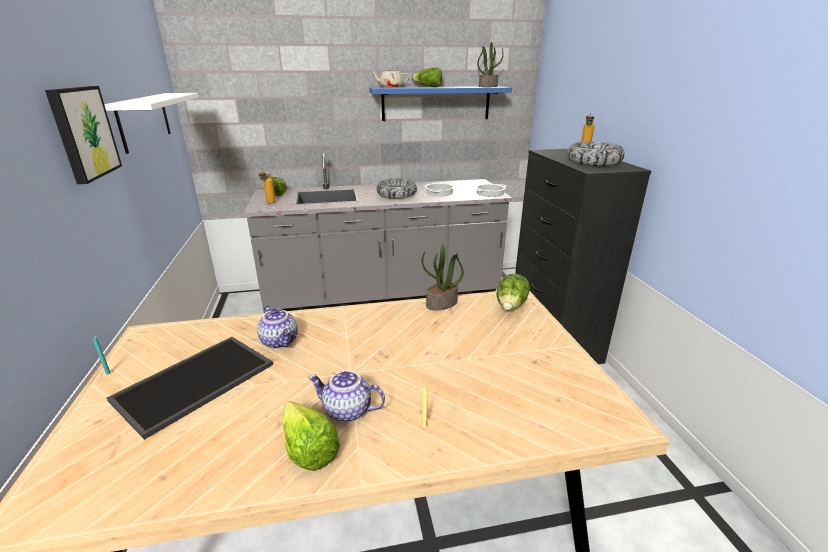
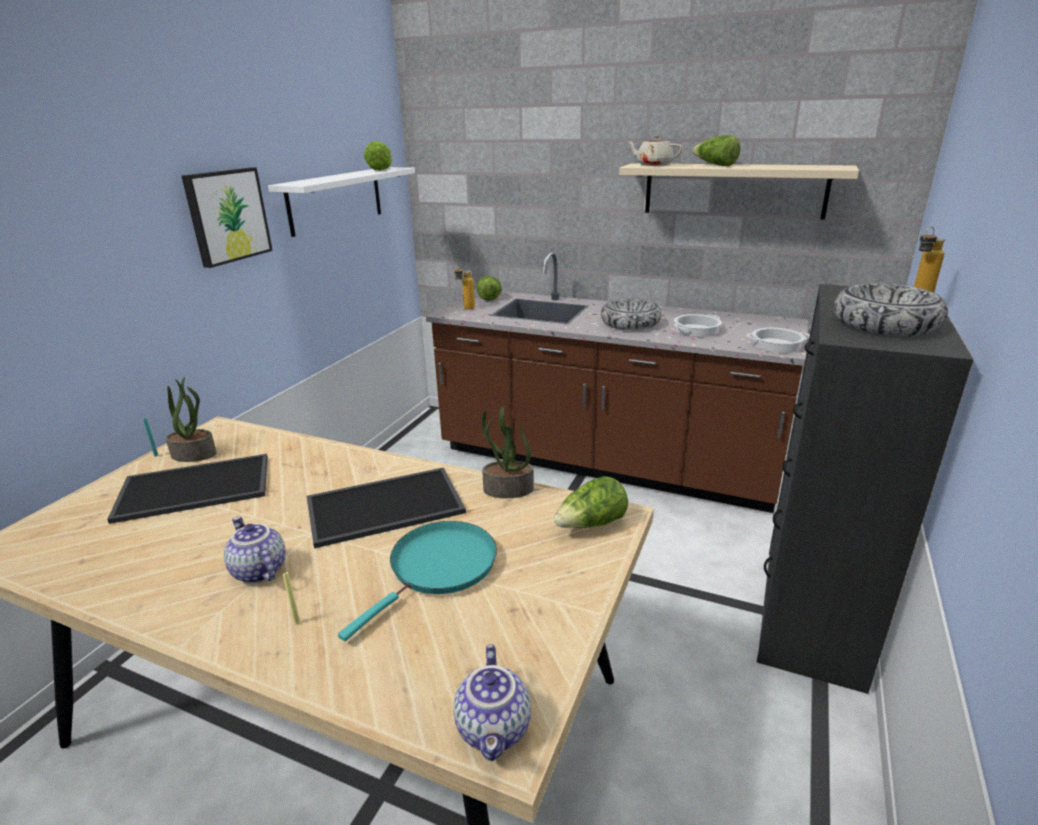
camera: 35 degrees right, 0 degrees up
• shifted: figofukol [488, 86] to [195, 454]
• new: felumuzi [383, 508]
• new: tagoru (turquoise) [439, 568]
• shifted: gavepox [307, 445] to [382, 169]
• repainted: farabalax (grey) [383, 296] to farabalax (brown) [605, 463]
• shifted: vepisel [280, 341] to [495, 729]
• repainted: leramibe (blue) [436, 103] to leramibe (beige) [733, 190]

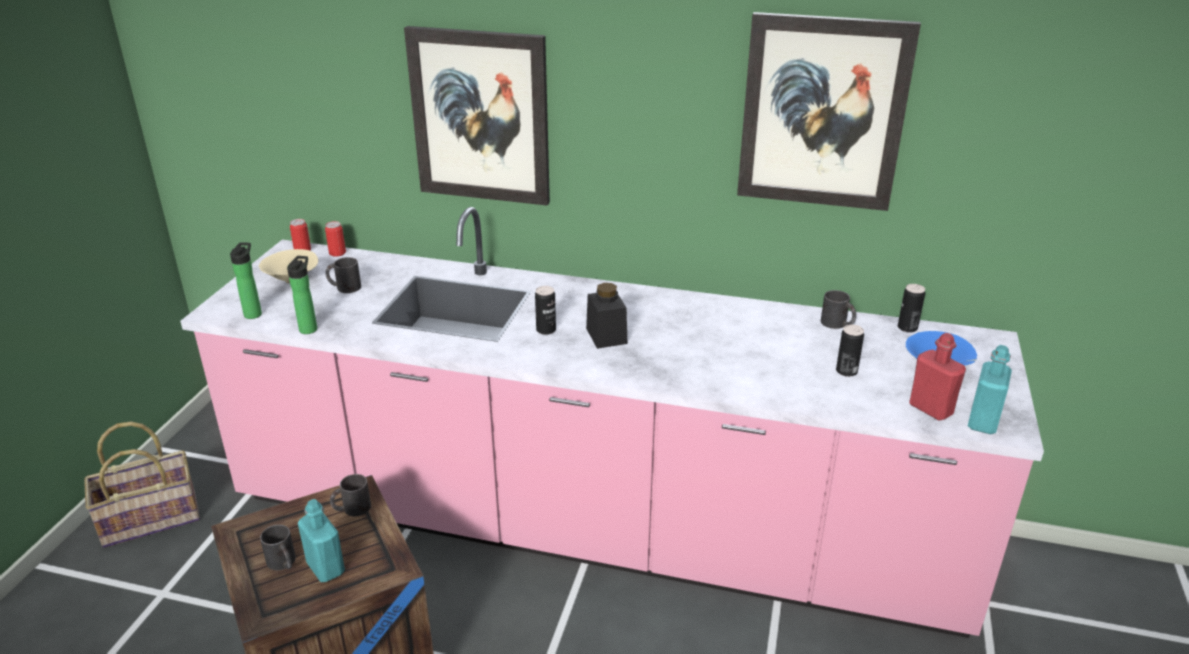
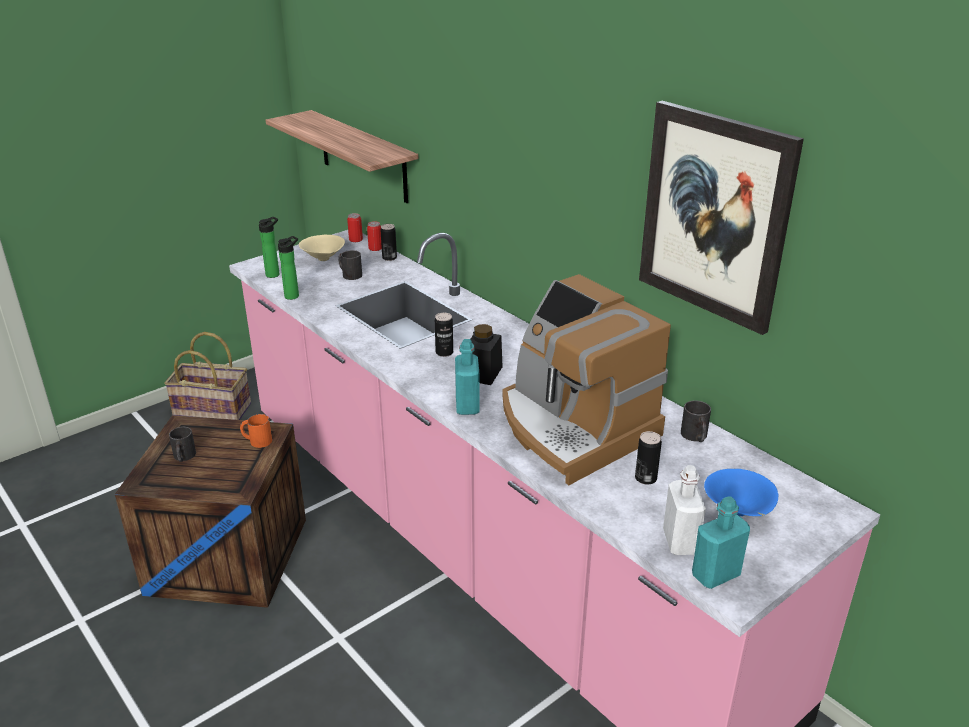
camera: 35 degrees right, 0 degrees up
• repainted: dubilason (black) [351, 509] to dubilason (orange) [256, 440]
• new: leramibe [363, 156]
• shifted: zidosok [907, 328] to [389, 258]
• shifted: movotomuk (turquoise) [326, 568] to [467, 406]
• new: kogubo [573, 427]
• repainted: movotomuk (red) [930, 409] to movotomuk (white) [680, 542]
• gone: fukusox [480, 116]

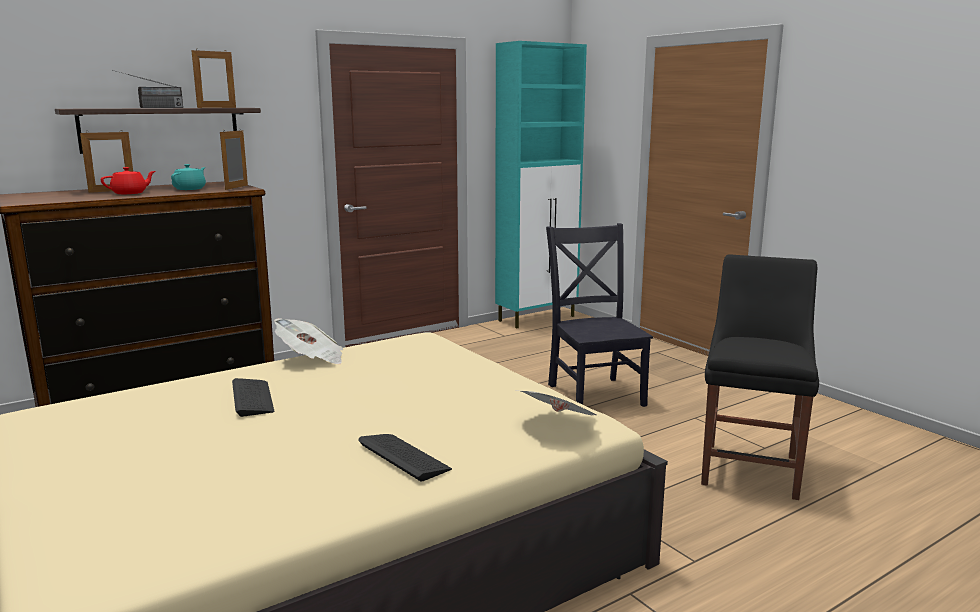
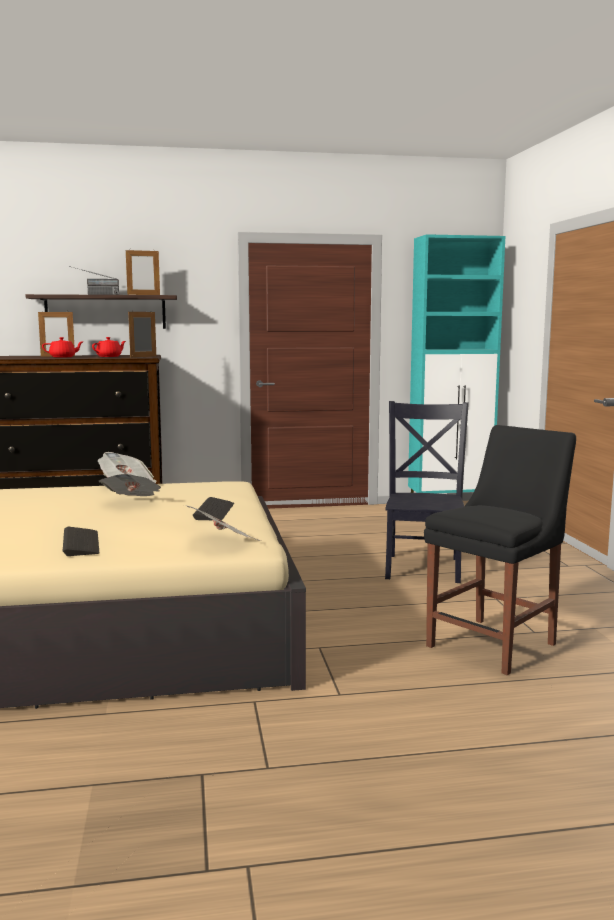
camera: 25 degrees right, 5 degrees down
• repainted: vepisel (turquoise) [190, 189] to vepisel (red) [109, 356]
• new: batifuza [133, 502]
• shifted: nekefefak [252, 398] to [214, 511]

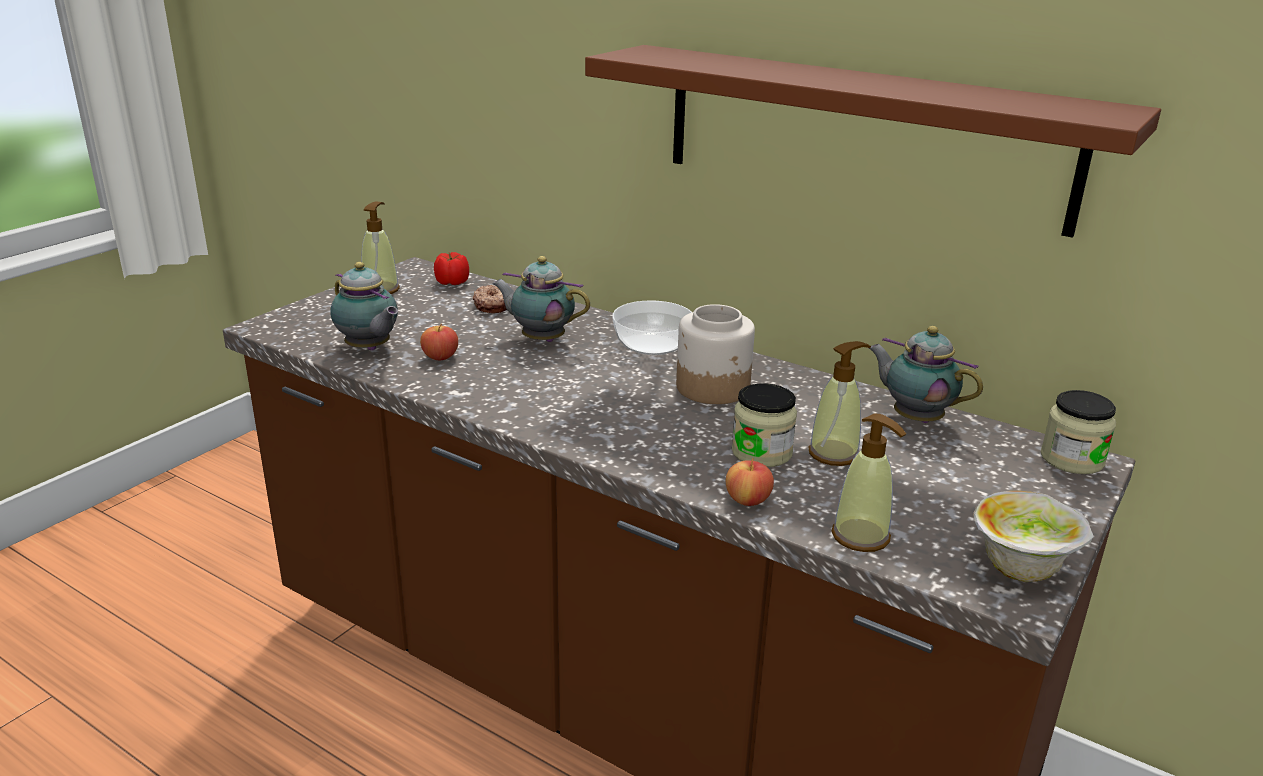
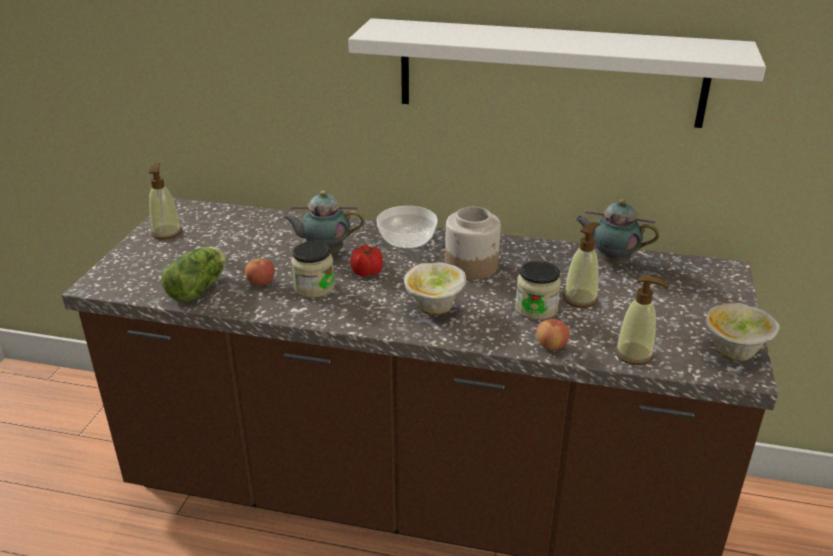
camera: 20 degrees left, 5 degrees up
• swapped: vepisel [369, 349] to gavepox [200, 287]
• shifted: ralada [1072, 459] to [314, 287]
• repainted: leramibe (brown) [861, 135] to leramibe (white) [550, 73]
• shifted: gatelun [452, 283] to [367, 272]
• new: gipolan [436, 308]
• gone: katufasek [493, 305]

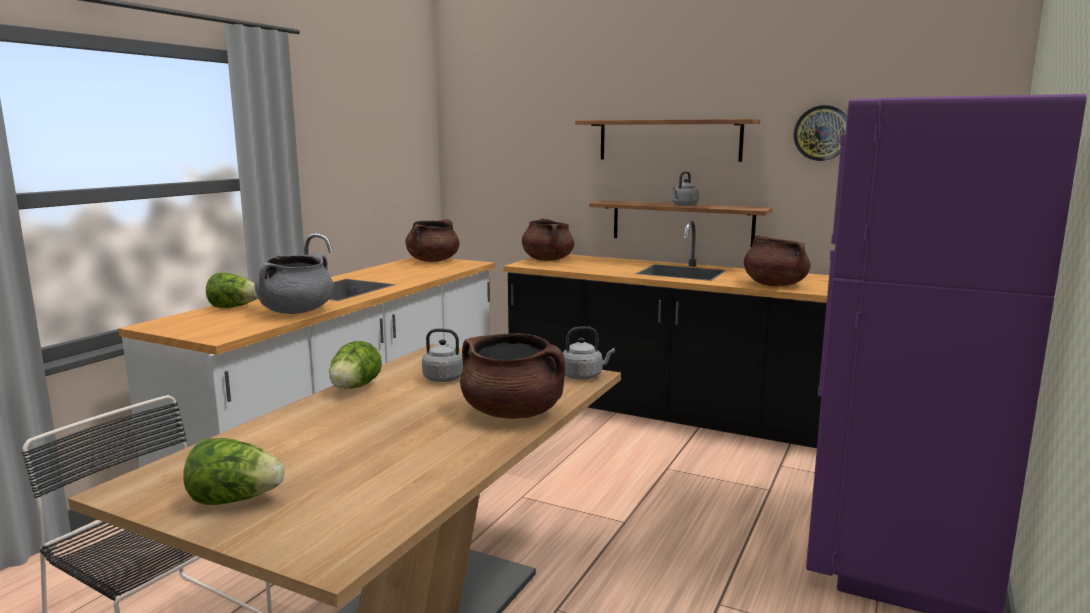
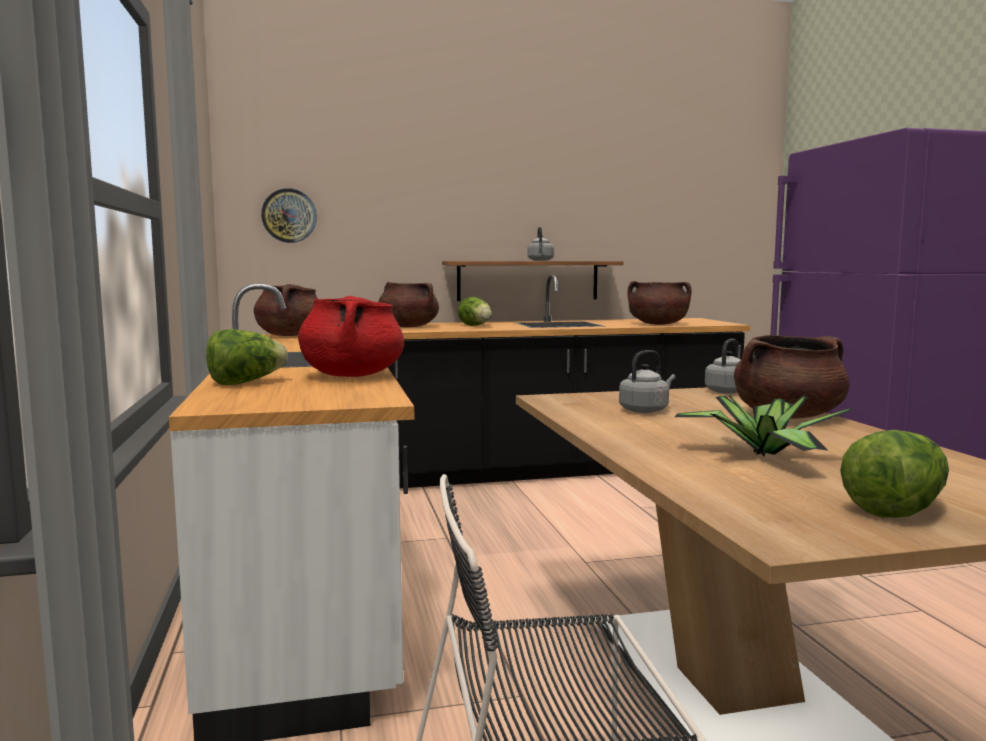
camera: 40 degrees left, 5 degrees down
• shifted: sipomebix [822, 133] to [289, 215]
• repainted: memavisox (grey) [297, 311] to memavisox (red) [352, 375]
• shifted: gavepox [354, 388] to [476, 326]
• new: figofukol [760, 453]
• gone: leramibe [669, 140]

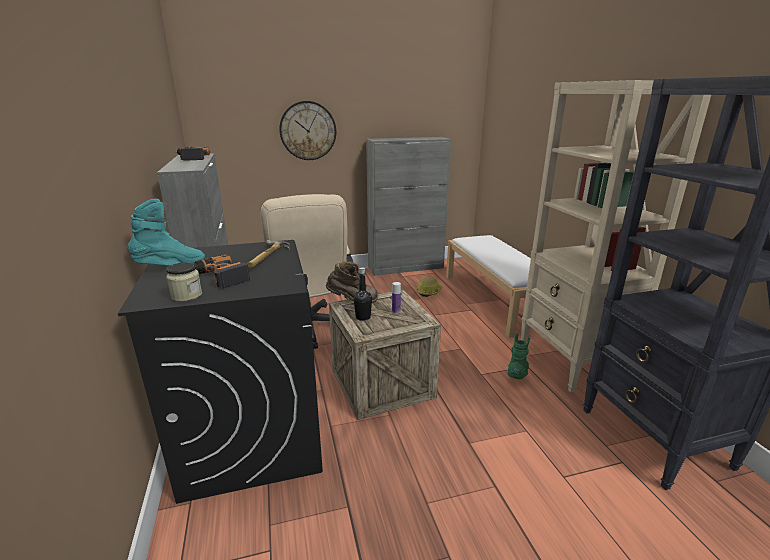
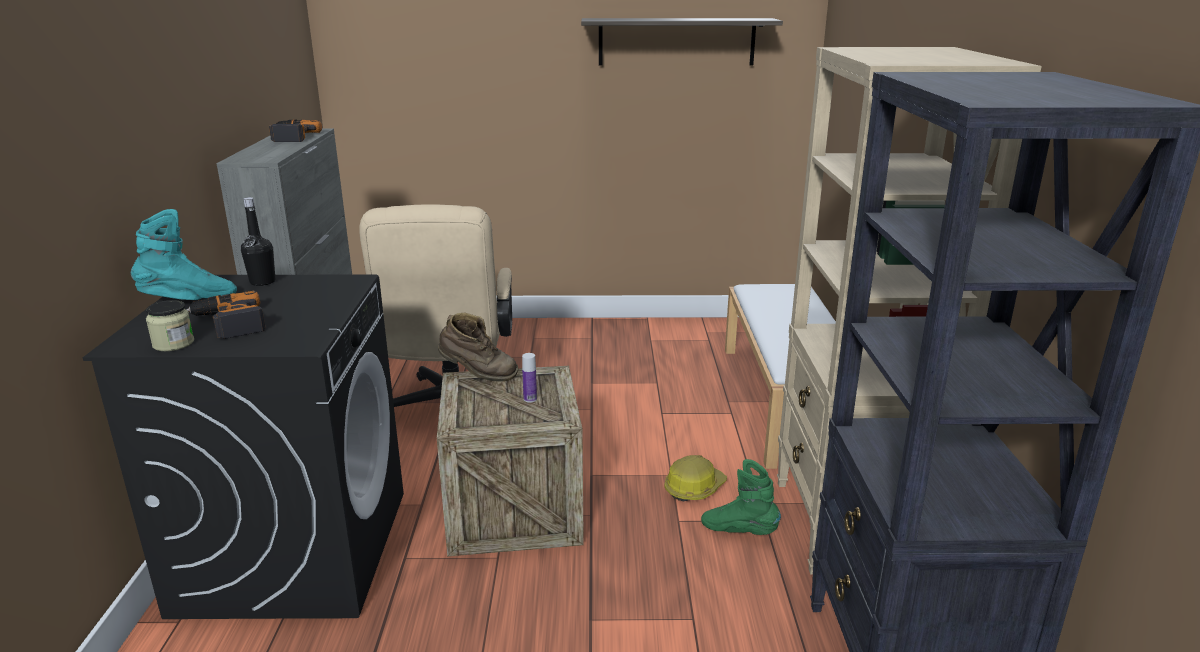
camera: 15 degrees right, 0 degrees up
• shifted: movotomuk (black) [363, 317] to [262, 282]
• new: leramibe [676, 41]
• shifted: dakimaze [429, 292] to [694, 488]
• rotated: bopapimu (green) [517, 374] = [739, 531] 105 degrees counterclockwise
• gone: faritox [270, 257]
• gone: sipomebix [308, 131]
• gone: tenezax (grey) [406, 267]

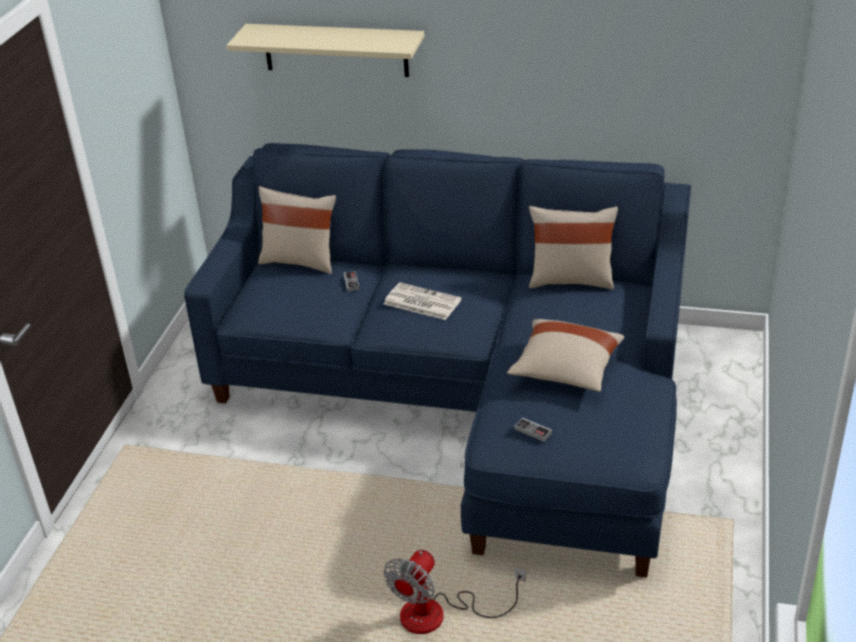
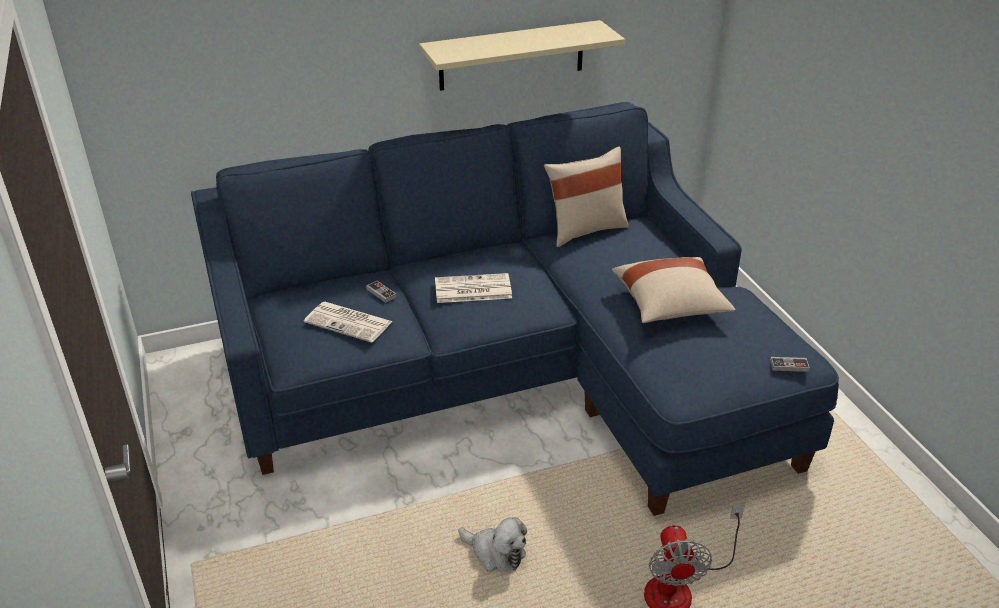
camera: 35 degrees left, 0 degrees up
• new: batifuza [349, 322]
• shifted: leramibe (beige) [335, 50] to [512, 55]
• new: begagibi [495, 553]
• shifted: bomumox [533, 431] to [789, 366]
• gone: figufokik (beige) [300, 261]

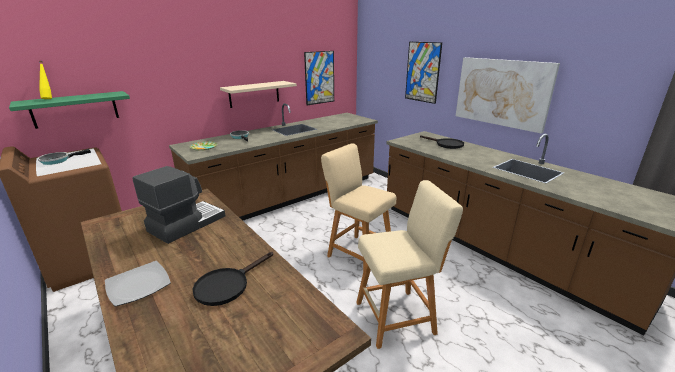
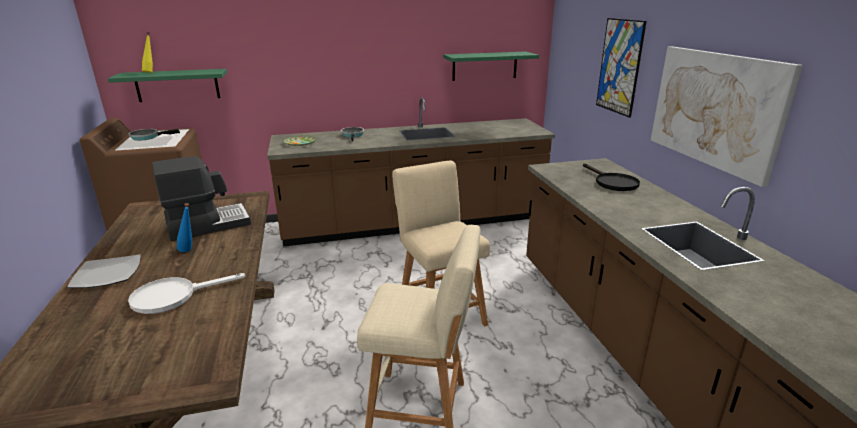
camera: 25 degrees right, 0 degrees up
• repainted: tagoru (black) [227, 285] to tagoru (white) [173, 296]
• new: movotomuk (blue) [189, 251]
• swapped: fukusox [319, 78] to leramibe (green) [484, 66]
• gone: leramibe (beige) [254, 94]

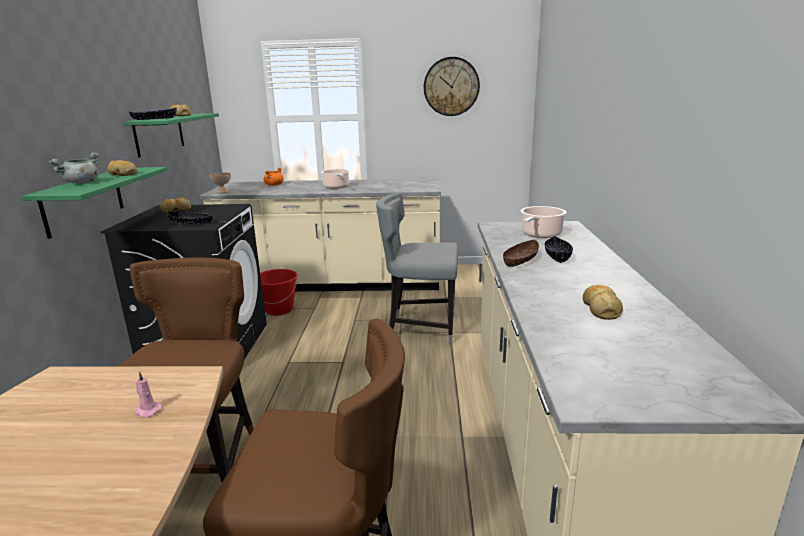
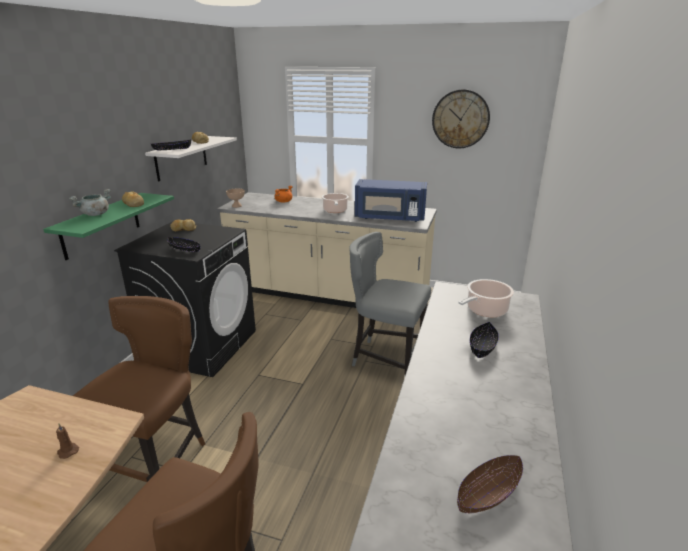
camera: 15 degrees right, 5 degrees up
• repainted: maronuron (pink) [147, 410] to maronuron (brown) [67, 451]
• repainted: leramibe (green) [159, 134] to leramibe (white) [181, 158]
• new: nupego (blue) [390, 218]
• shifted: gipolan (brown) [520, 260] to [488, 493]
• gone: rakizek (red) [279, 310]
• gone: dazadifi [601, 309]

